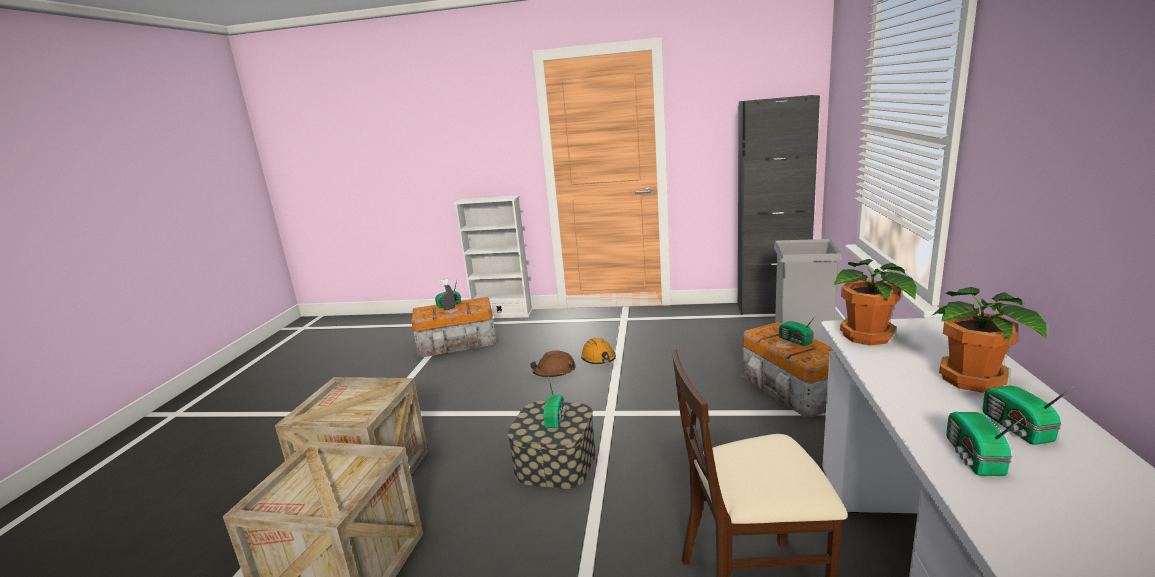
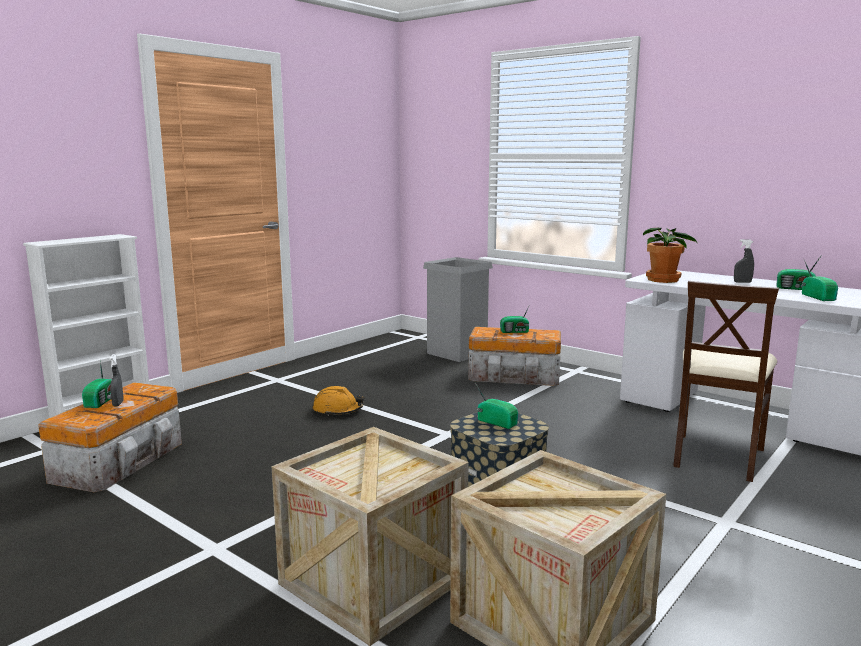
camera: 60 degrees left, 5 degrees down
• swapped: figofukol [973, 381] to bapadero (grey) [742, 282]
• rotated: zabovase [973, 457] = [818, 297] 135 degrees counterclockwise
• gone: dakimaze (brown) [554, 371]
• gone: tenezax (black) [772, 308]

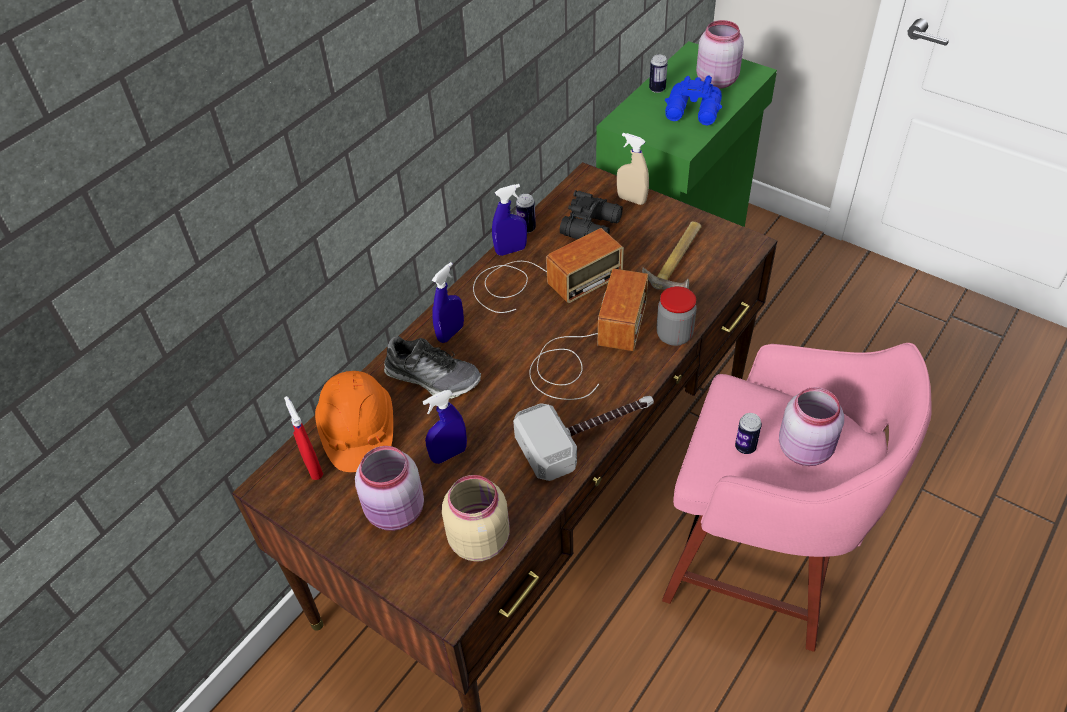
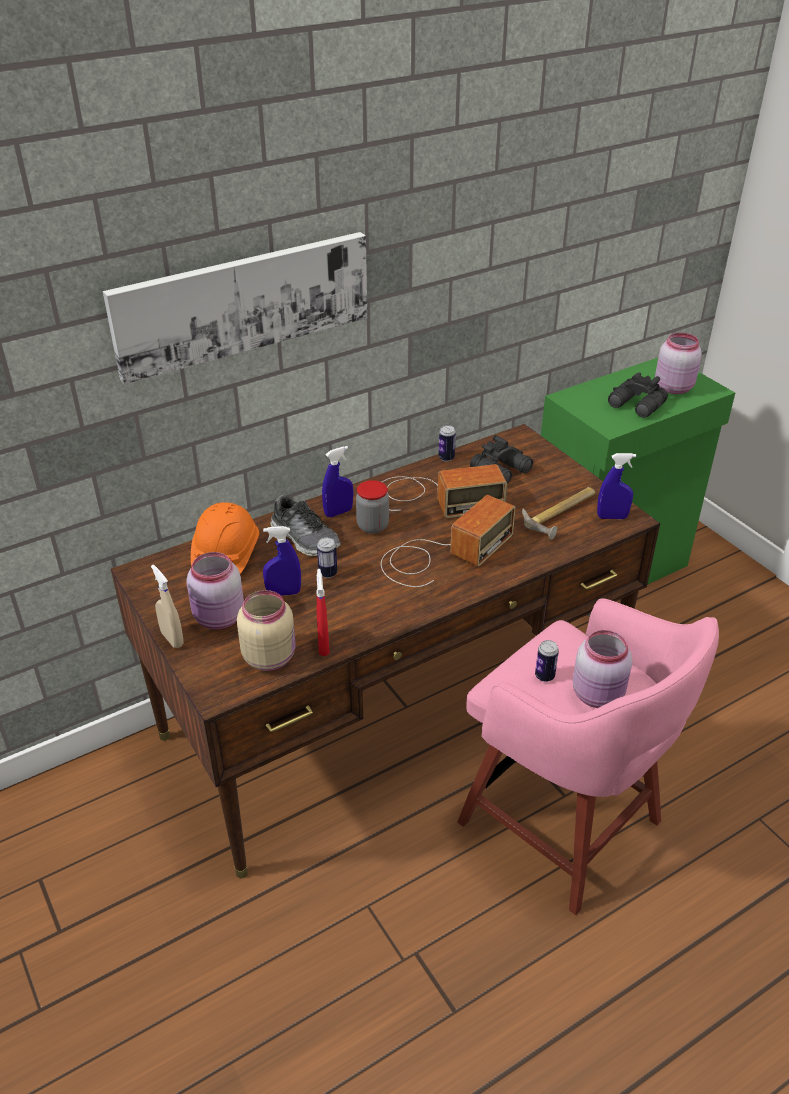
camera: 20 degrees right, 10 degrees down
• new: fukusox [243, 303]
• shifted: bapadero (beige) [631, 199] to [172, 639]
• shifted: bapadero (red) [313, 467] to [323, 645]
• shifted: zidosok [657, 89] to [328, 573]
• shifted: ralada [674, 335] to [372, 526]
• shifted: bapadero (blue) [511, 250] to [612, 517]
• repainted: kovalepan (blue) [693, 112] to kovalepan (black) [636, 406]
• gone: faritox [589, 434]

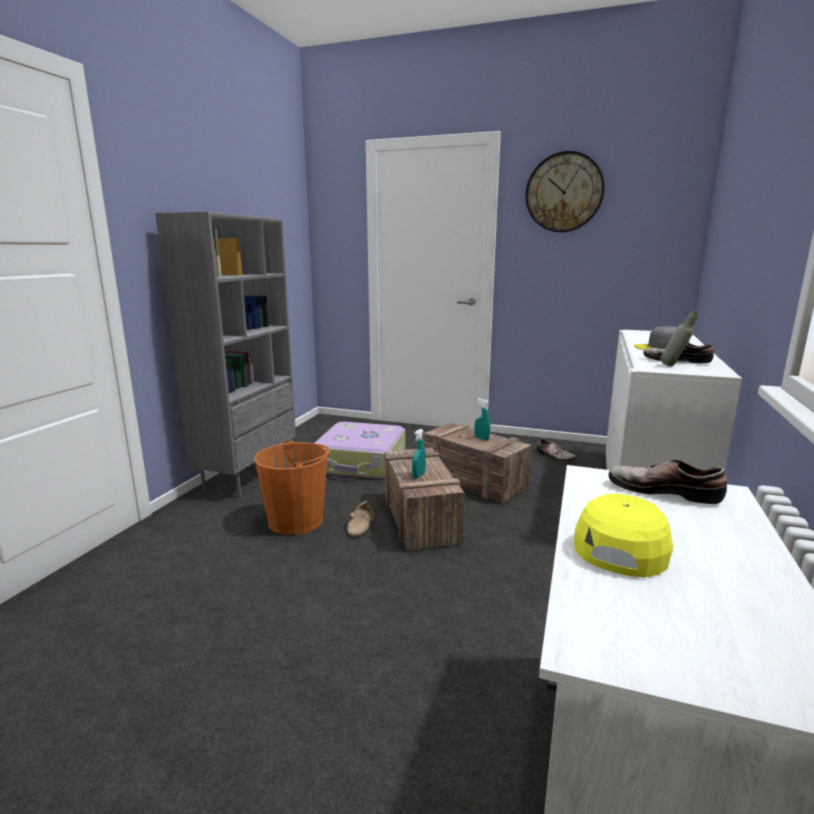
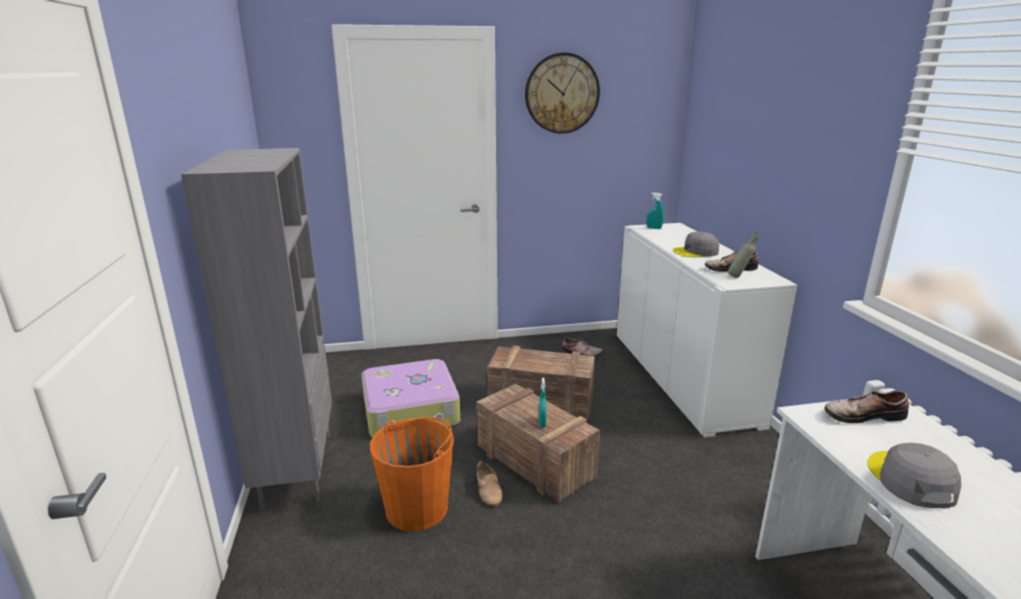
camera: 30 degrees left, 5 degrees up
• shifted: bapadero (turquoise) [481, 438] to [654, 228]
• repainted: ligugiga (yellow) [622, 545] to ligugiga (grey) [910, 480]

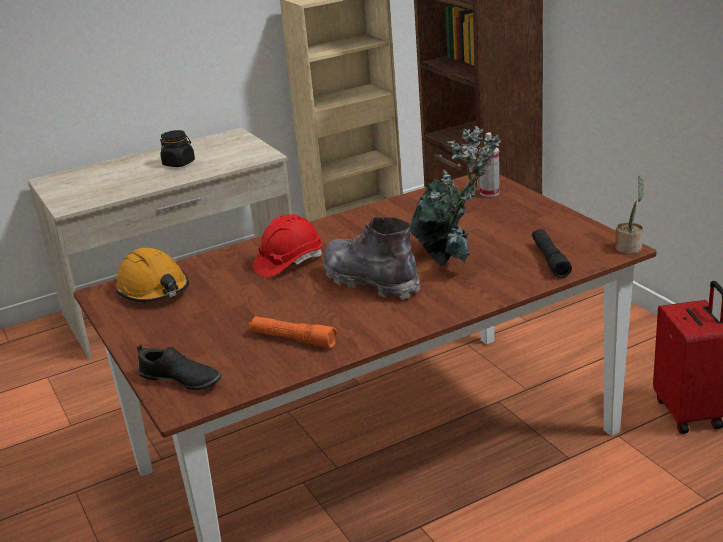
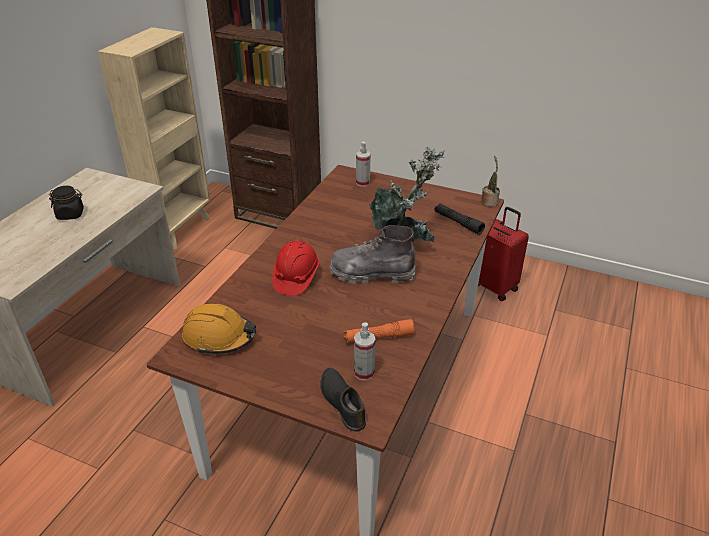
camera: 40 degrees left, 10 degrees up
• rotated: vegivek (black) [180, 380] = [343, 402] 105 degrees counterclockwise
• new: bapadero [364, 373]

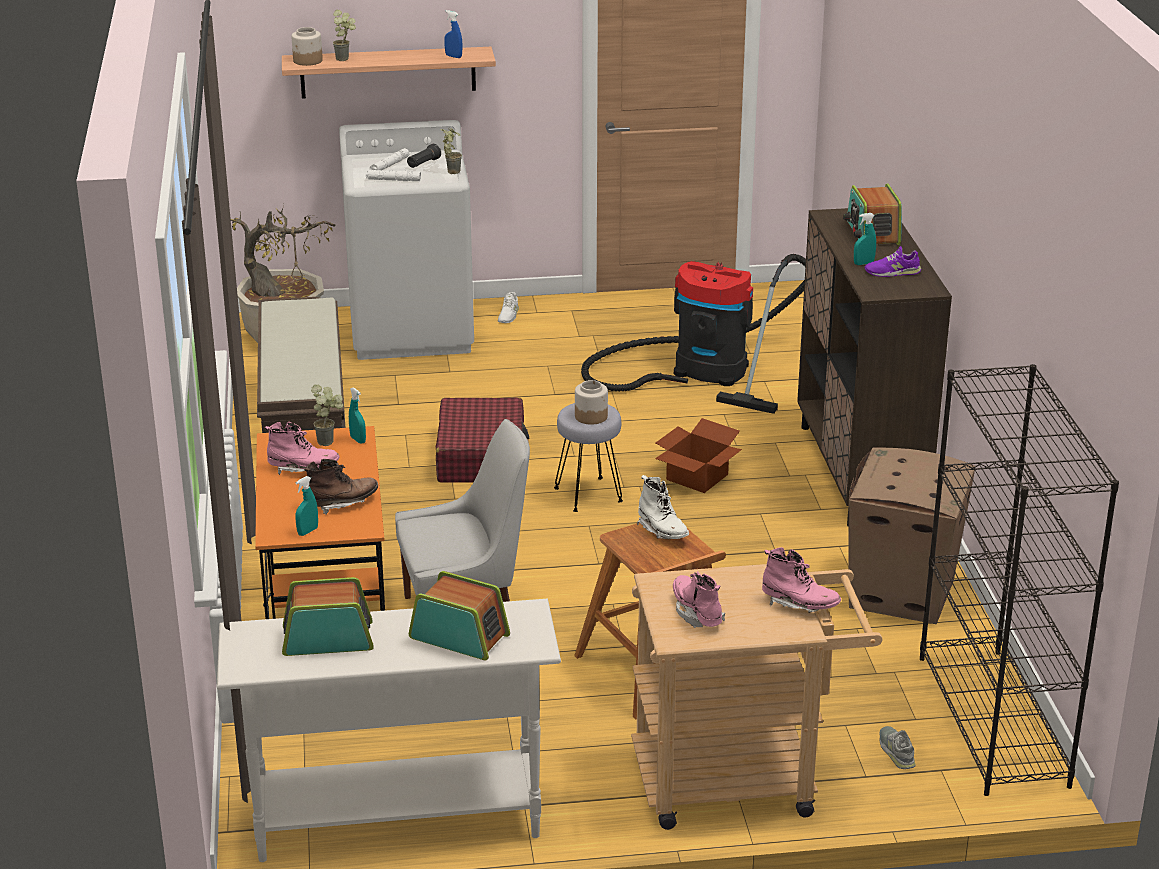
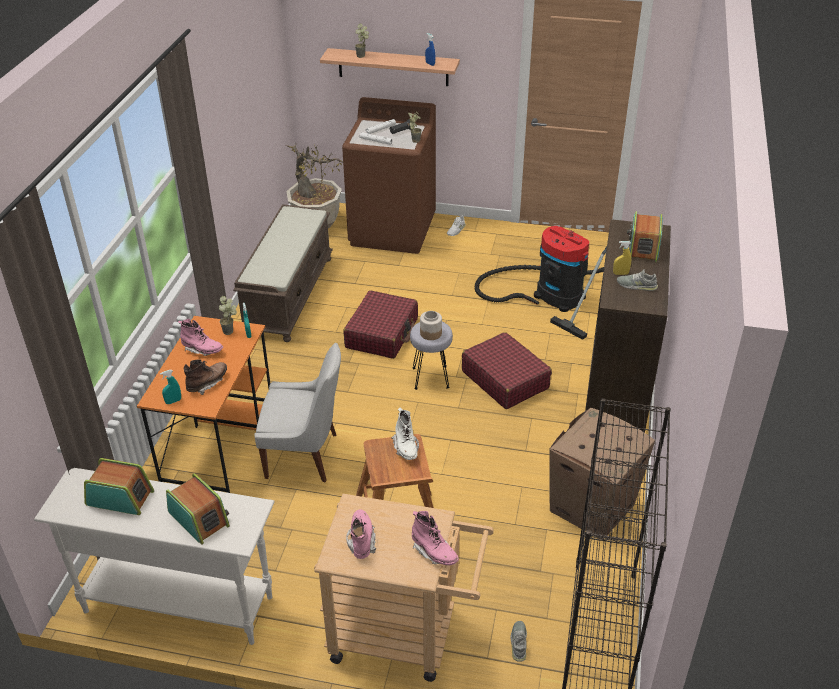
camera: 20 degrees right, 10 degrees up
• rotated: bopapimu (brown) [342, 503] = [207, 383] 45 degrees counterclockwise
• repainted: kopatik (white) [412, 330] to kopatik (brown) [393, 230]
• swapped: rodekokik [695, 477] to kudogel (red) [505, 379]
• repainted: bapadero (turquoise) [863, 263] to bapadero (yellow) [620, 273]
• repainted: vegivek (purple) [892, 272] to vegivek (grey) [636, 285]
• gone: ralada [307, 61]

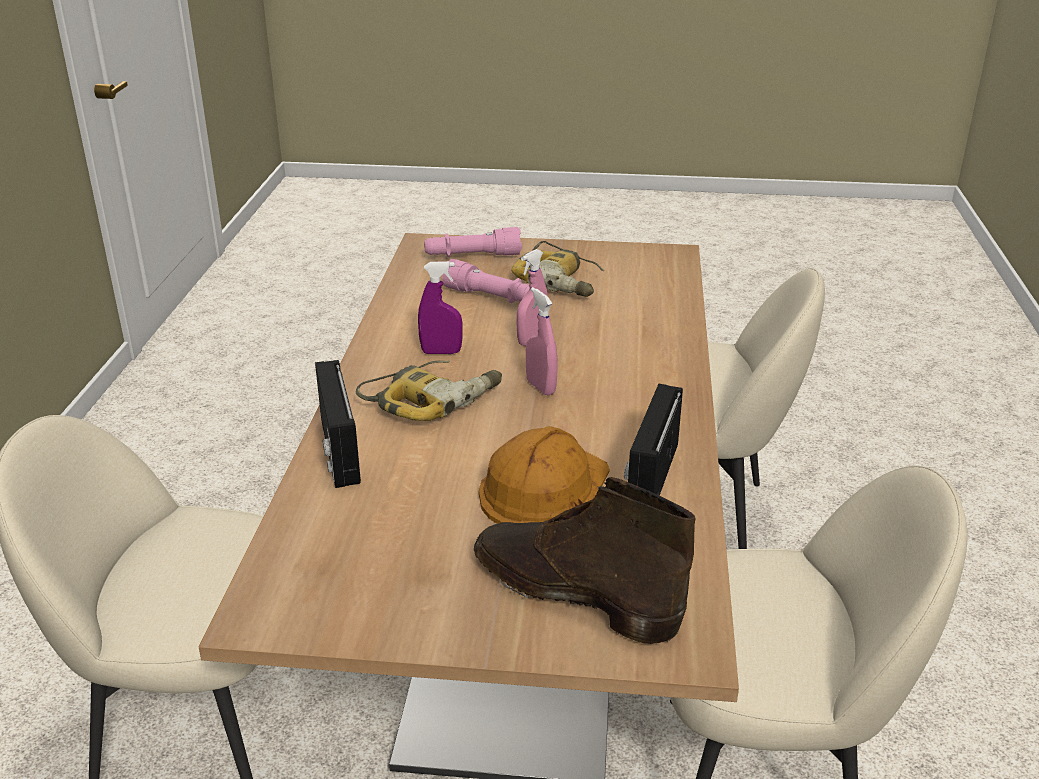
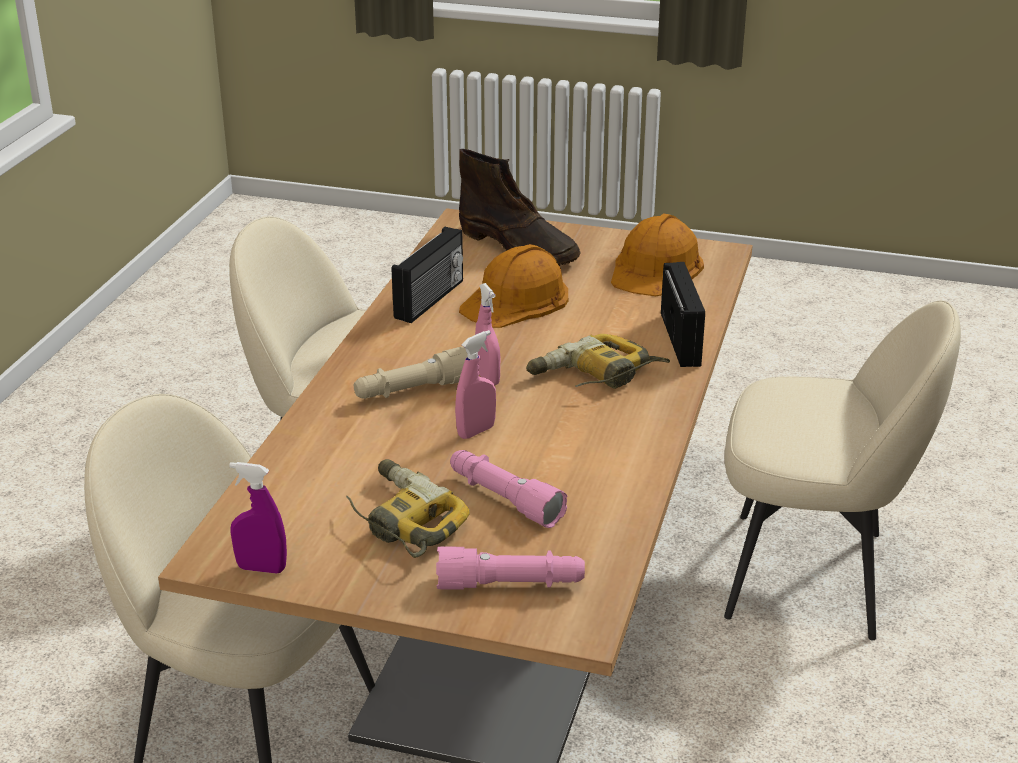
camera: 170 degrees left, 0 degrees up
• shifted: bapadero (purple) [441, 352] to [261, 568]
• new: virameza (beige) [413, 390]
• new: dakimaze (orange) [656, 269]

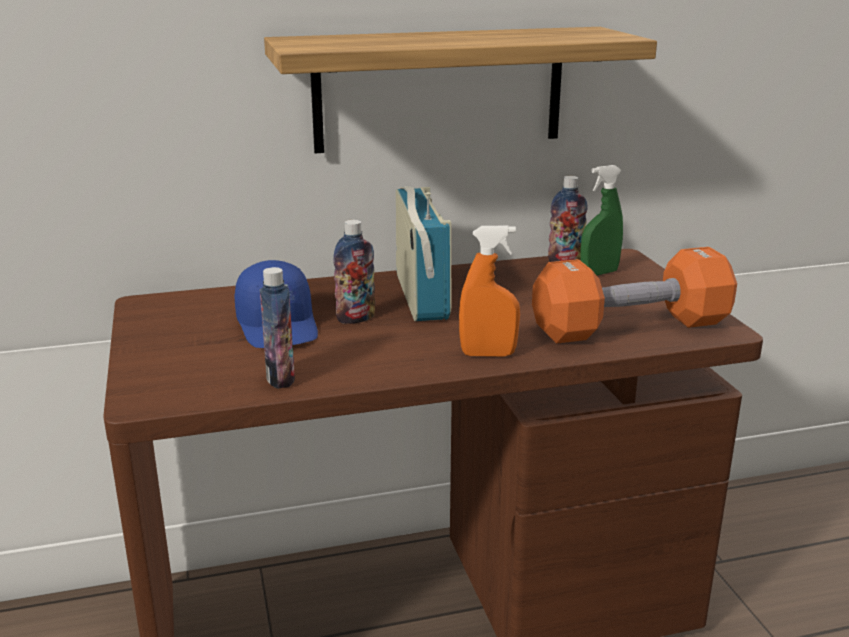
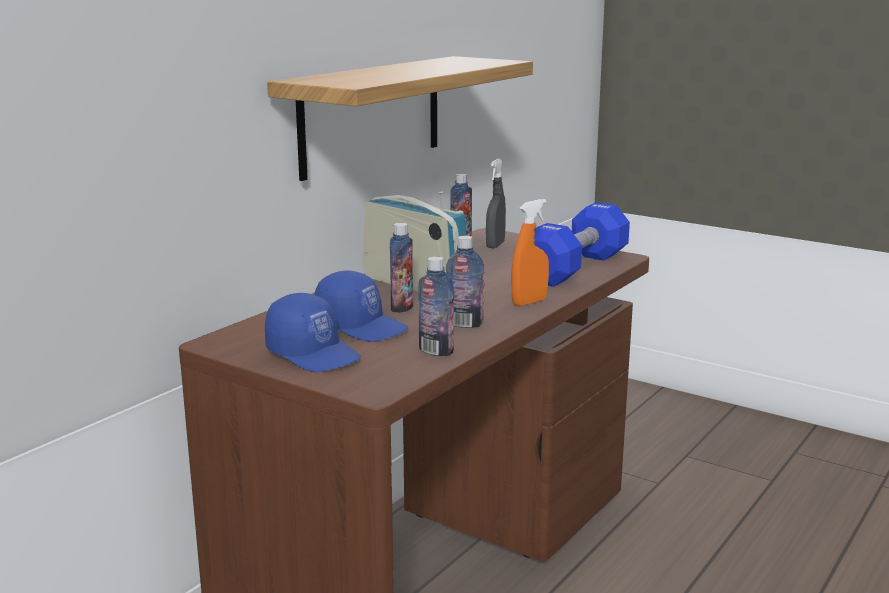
camera: 40 degrees left, 5 degrees down
• new: ligugiga (blue) [314, 354]
• new: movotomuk [464, 324]
• repainted: bapadero (green) [599, 273] to bapadero (grey) [495, 245]
• repainted: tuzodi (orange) [630, 327] to tuzodi (blue) [575, 268]

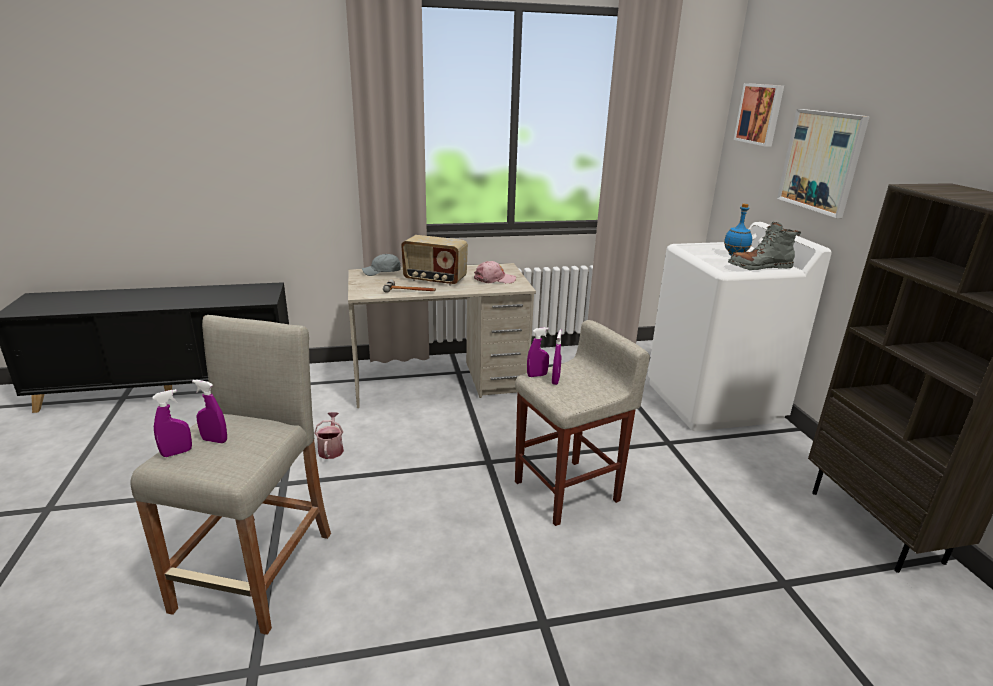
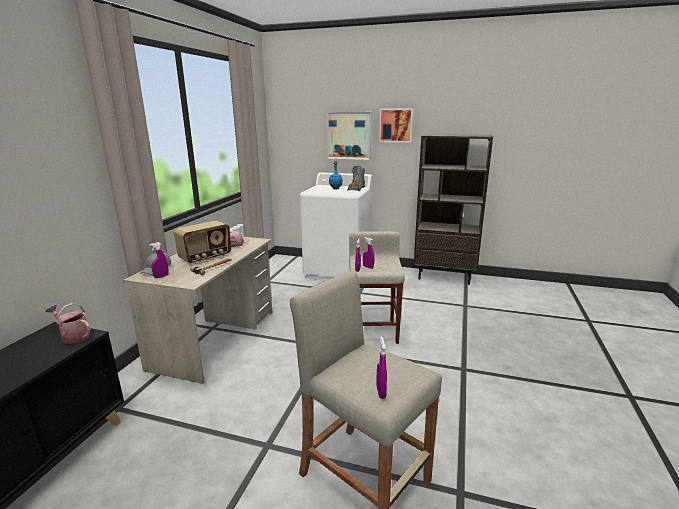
camera: 60 degrees left, 5 degrees down
• shifted: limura [331, 449] to [73, 336]
• shifted: bapadero (purple) [214, 440] to [161, 276]
• shifted: fukusox [760, 114] to [396, 125]

